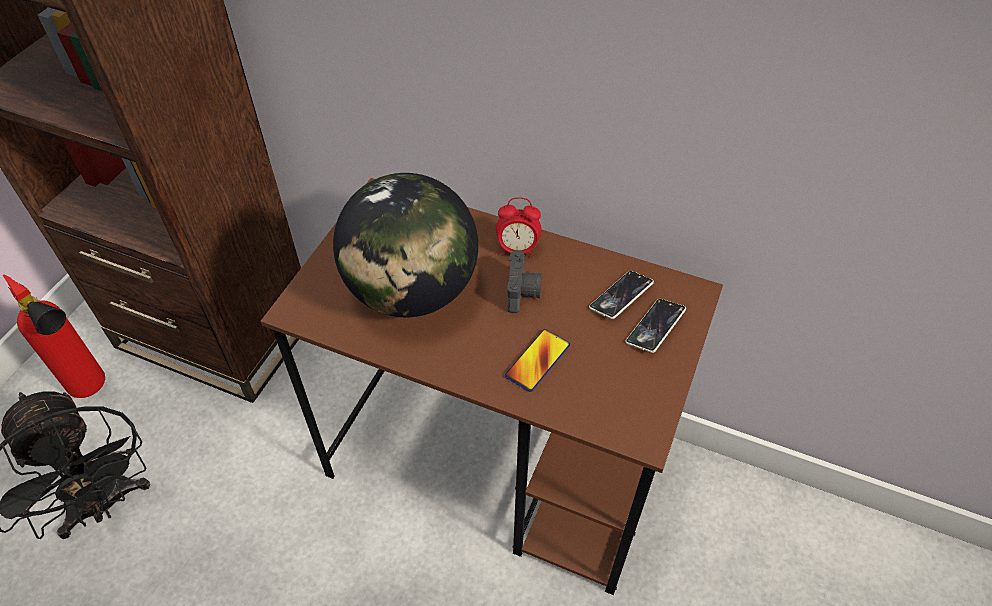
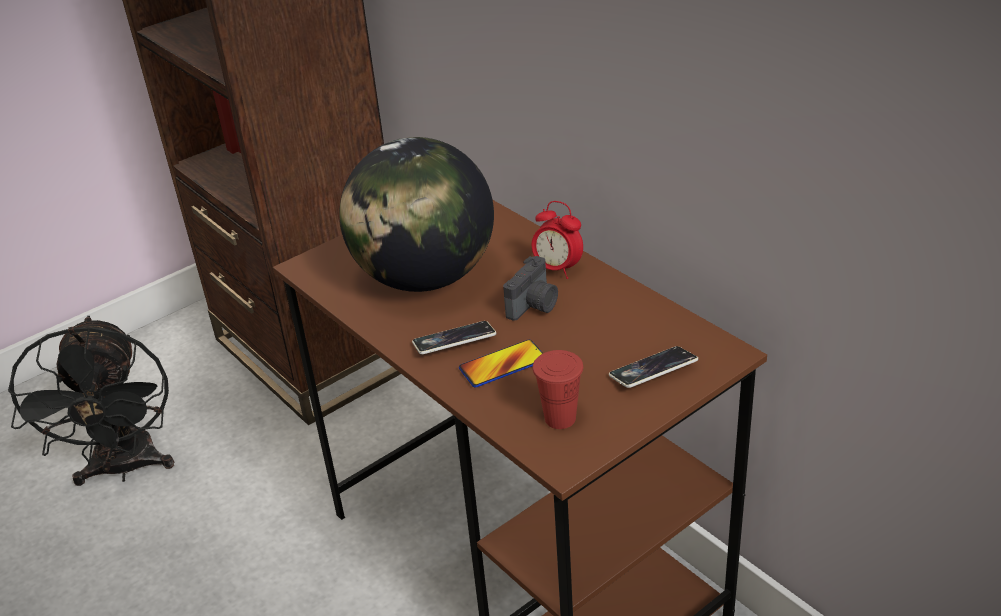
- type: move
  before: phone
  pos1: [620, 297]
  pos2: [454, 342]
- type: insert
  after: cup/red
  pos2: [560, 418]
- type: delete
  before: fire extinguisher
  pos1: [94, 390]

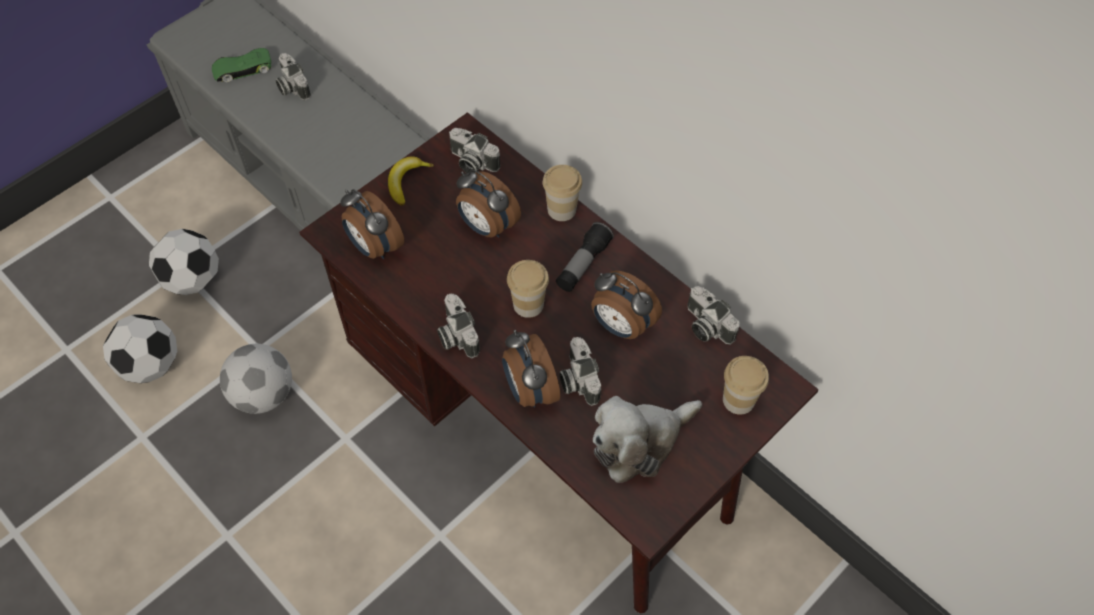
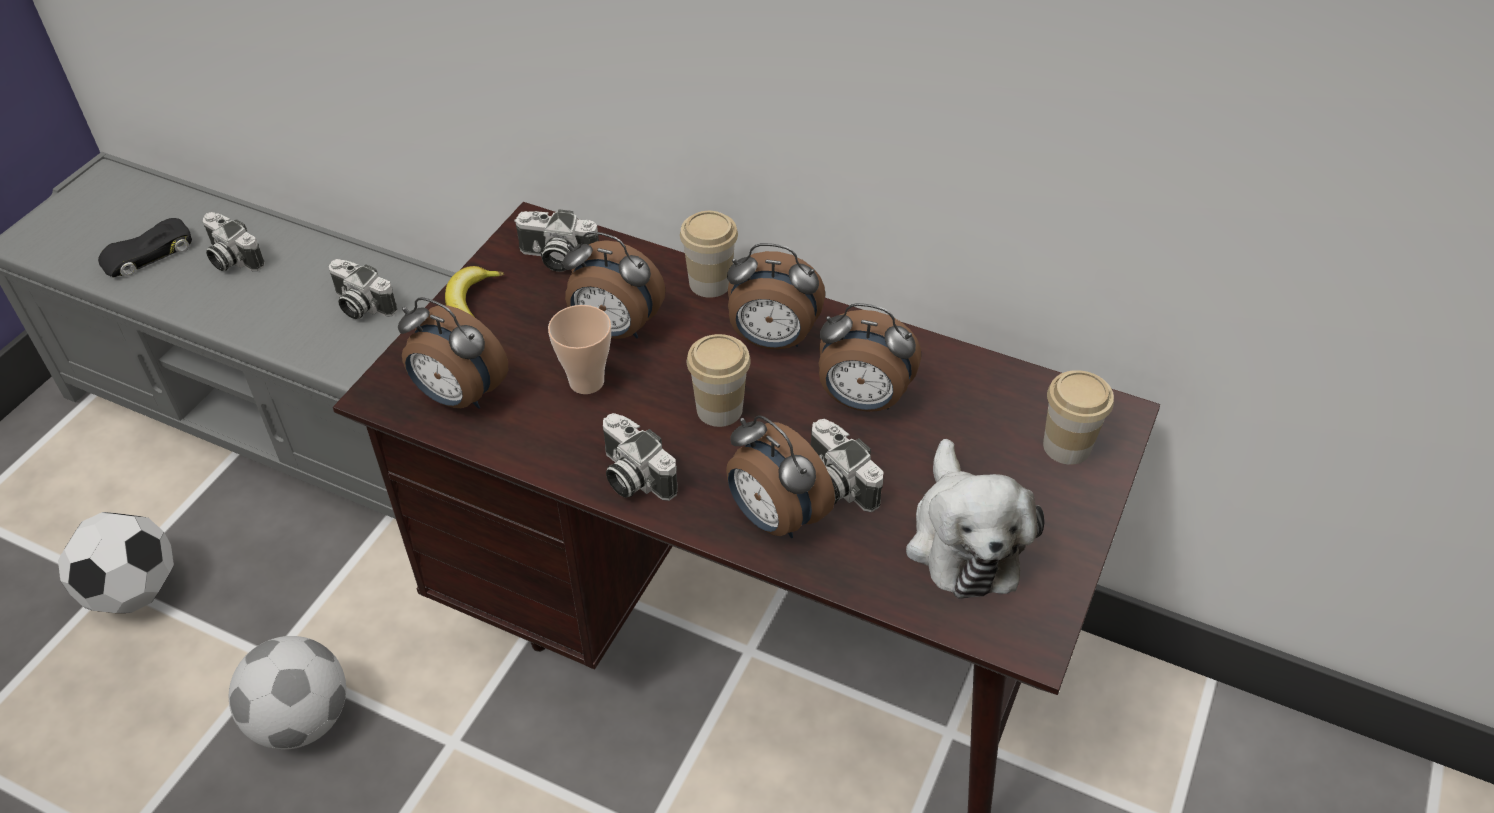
- type: recolor
  before: toy car/green
  after: toy car/black
  pos1: [242, 69]
  pos2: [147, 254]
- type: move
  before: photo camera
  pos1: [705, 326]
  pos2: [360, 306]
- type: insert
  after: cup
  pos2: [586, 382]
- type: replace
  before: flashlight
  after: alarm clock
  pos1: [583, 264]
  pos2: [772, 340]
- type: rotate
  before: plush toy
  pos1: [639, 442]
  pos2: [963, 539]
  turn: -45
- type: delete
  before: football
  pos1: [151, 365]

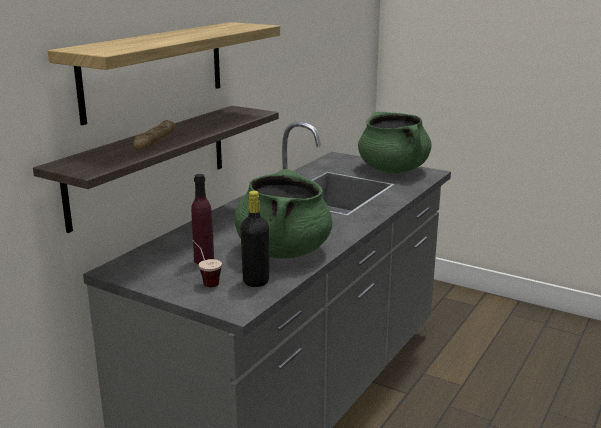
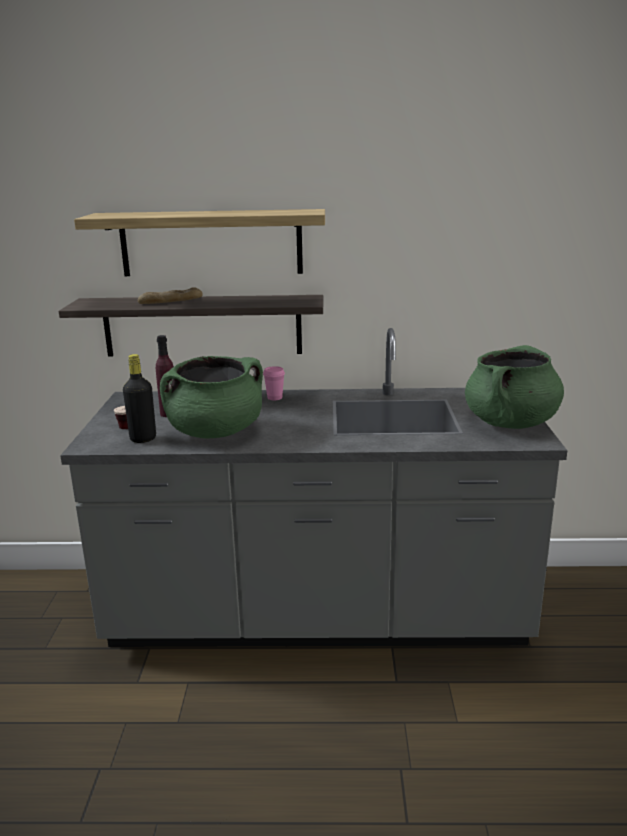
- type: insert
  after: cup/pink
  pos2: [274, 398]

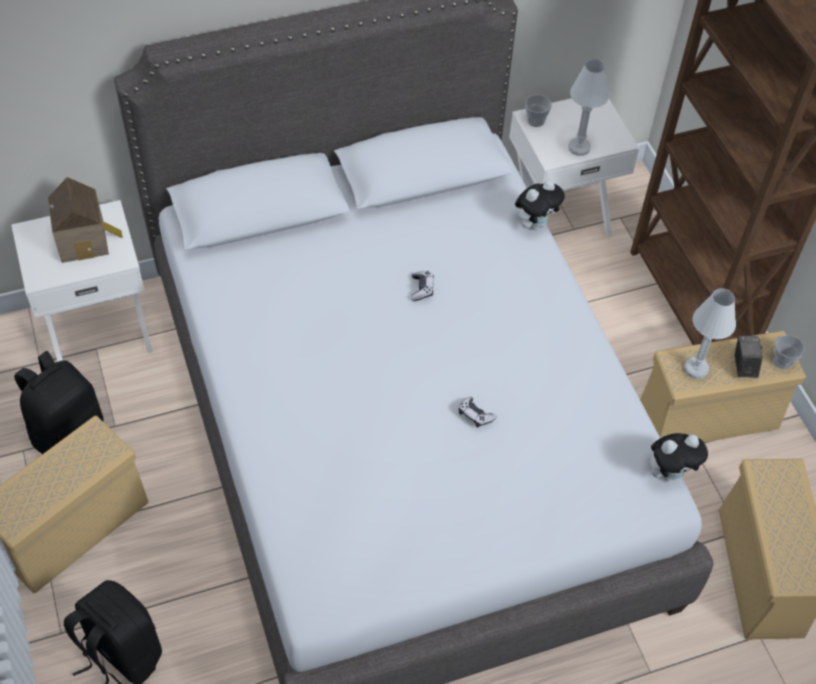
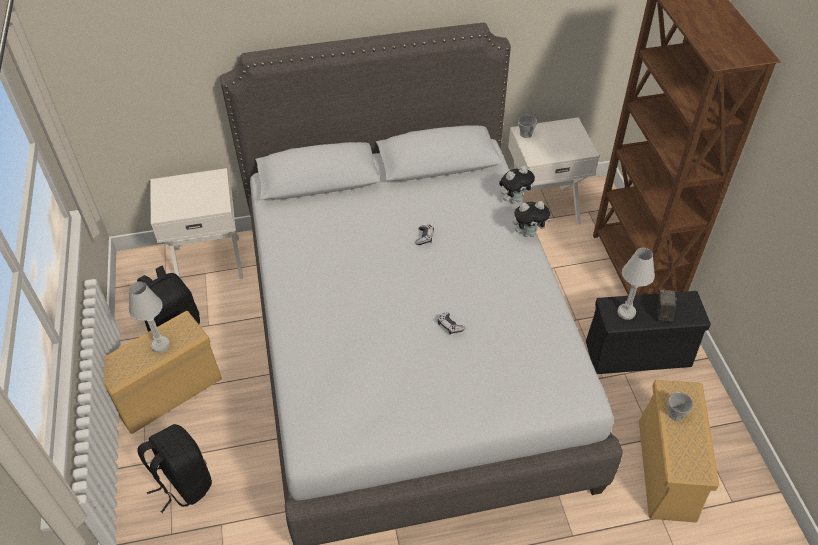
- type: move
  before: table lamp/white
  pos1: [579, 148]
  pos2: [160, 345]
- type: move
  before: plush toy
  pos1: [670, 473]
  pos2: [529, 233]
- type: recolor
  before: storage box/beige
  after: storage box/black
  pos1: [706, 418]
  pos2: [636, 354]
- type: move
  before: cup
  pos1: [782, 361]
  pos2: [675, 413]
- type: delete
  before: toy house
  pos1: [85, 240]

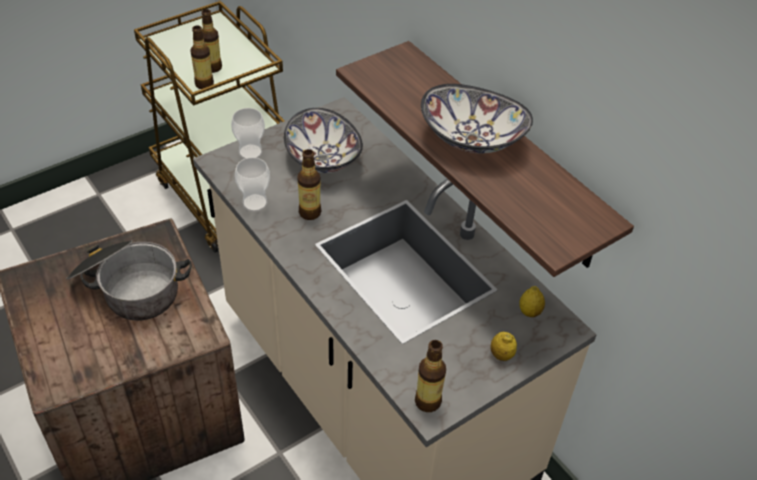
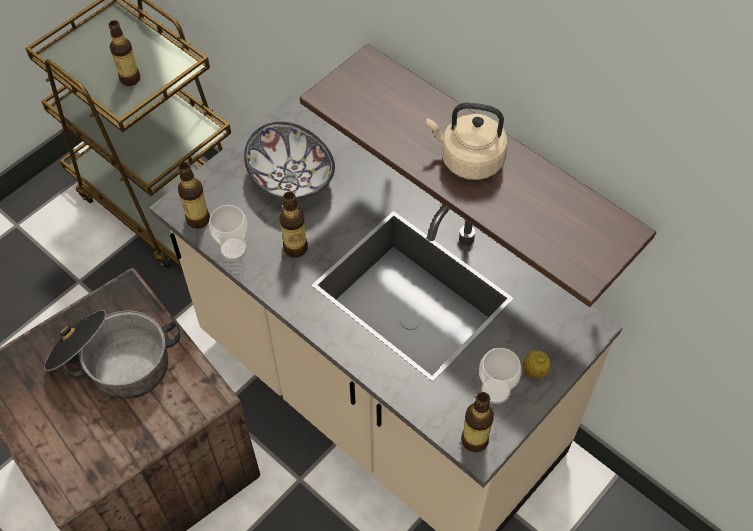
- type: move
  before: bottle
  pos1: [204, 84]
  pos2: [198, 219]
- type: replace
  before: bowl
  after: kettle/beige
  pos1: [471, 139]
  pos2: [468, 160]
- type: move
  before: cup
  pos1: [250, 152]
  pos2: [495, 390]
- type: delete
  before: lemon
  pos1: [529, 312]

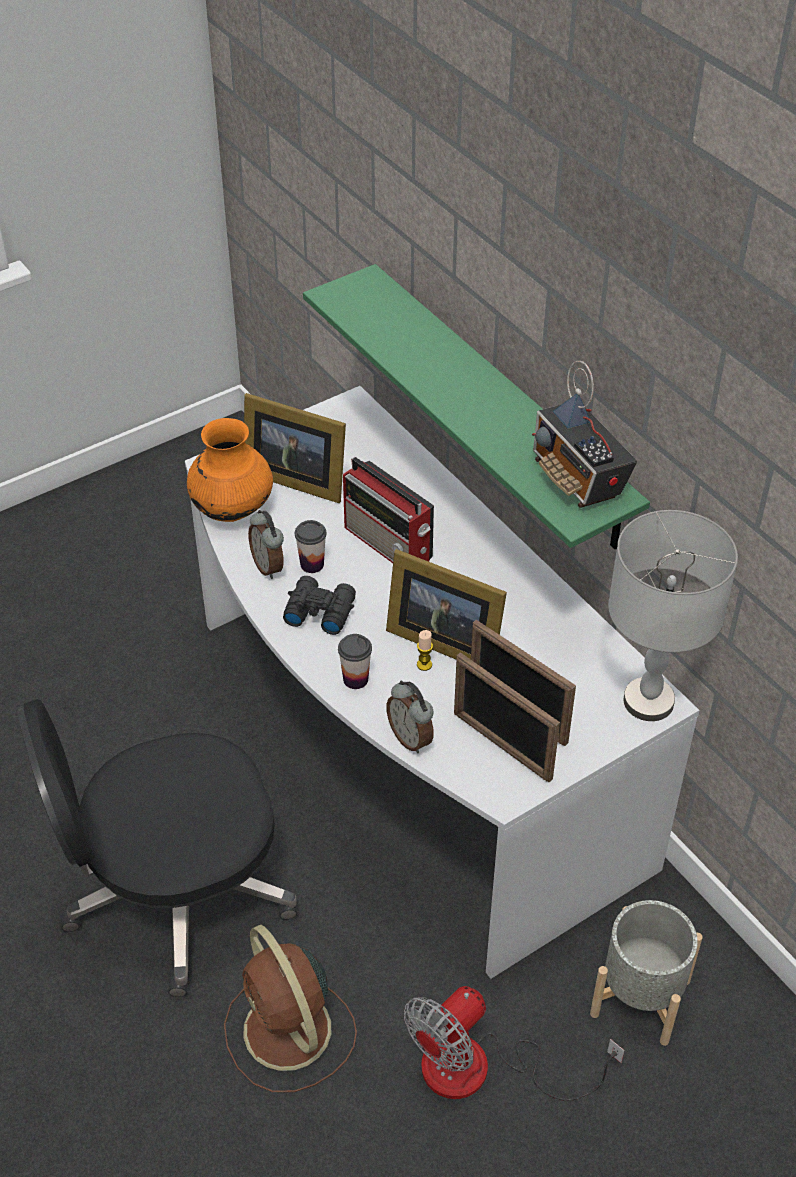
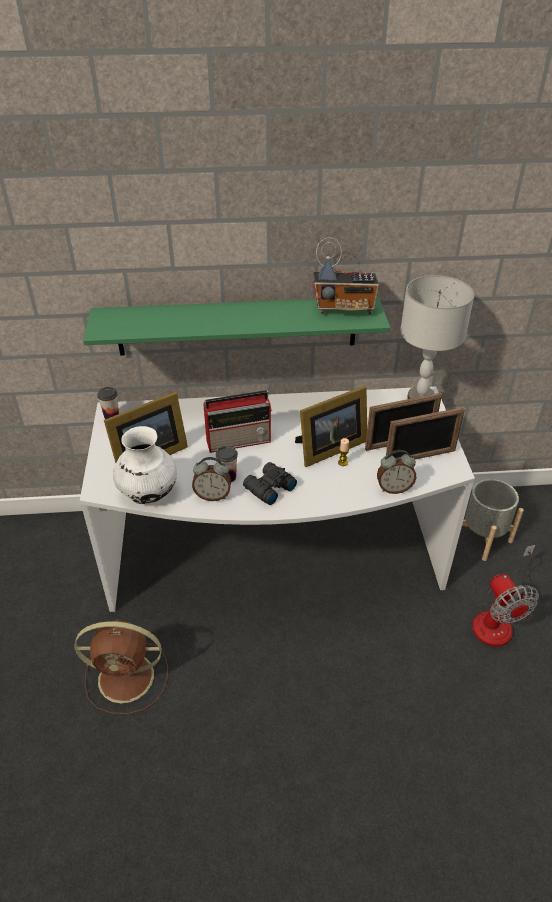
- type: move
  before: fan/brown
  pos1: [289, 1033]
  pos2: [129, 677]
- type: move
  before: cup
  pos1: [355, 679]
  pos2: [111, 416]
- type: recolor
  before: vase/orange
  after: vase/white
  pos1: [232, 509]
  pos2: [148, 494]
- type: delete
  before: office chair/black
  pos1: [175, 894]

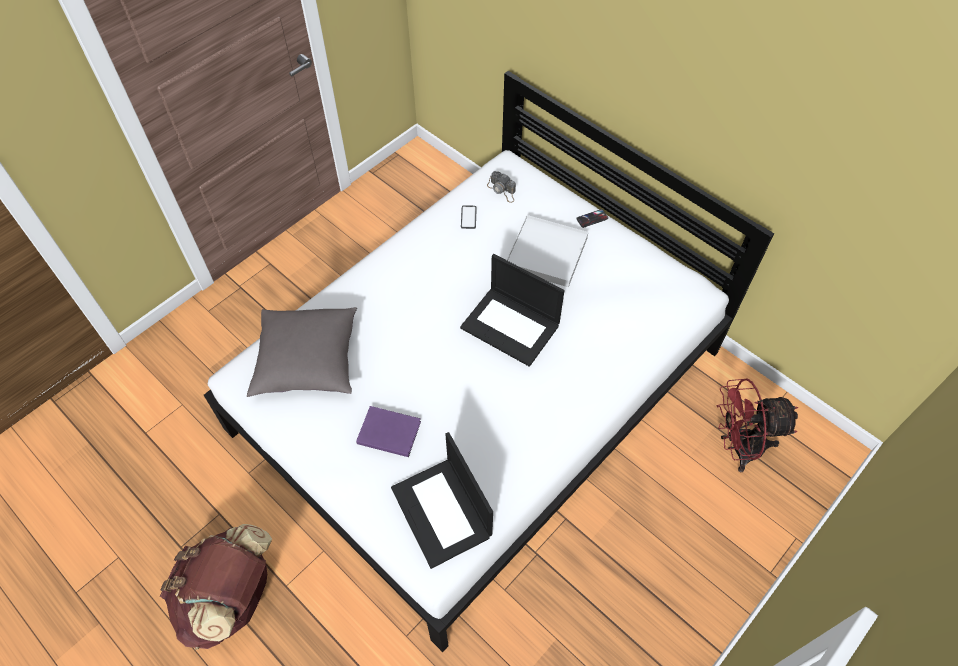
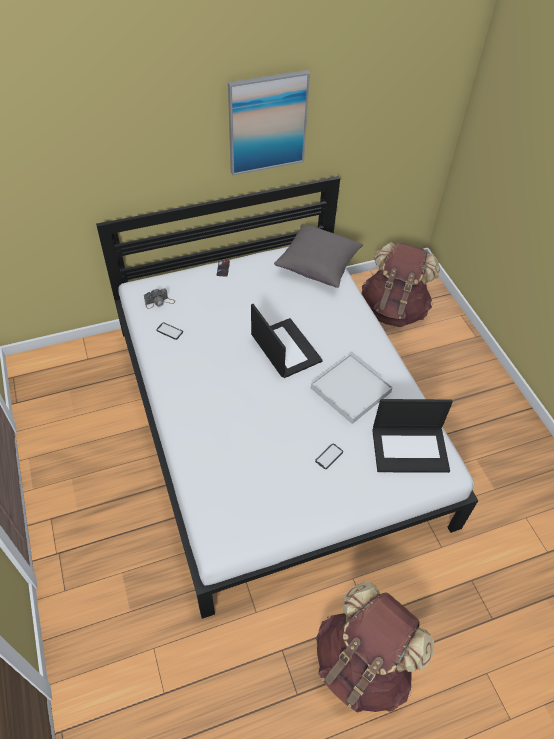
- type: insert
  after: picture
  pos2: [267, 123]
- type: rotate
  before: laptop
  pos1: [511, 326]
  pos2: [284, 348]
  turn: -90
- type: move
  before: pillow/grey
  pos1: [308, 362]
  pos2: [318, 265]
- type: move
  before: tray/white
  pos1: [546, 253]
  pos2: [351, 390]
- type: replace
  before: book/purple
  after: phone
  pos1: [388, 431]
  pos2: [329, 456]
- type: replace
  before: fan/red
  after: backpack/brown
  pos1: [738, 447]
  pos2: [393, 310]

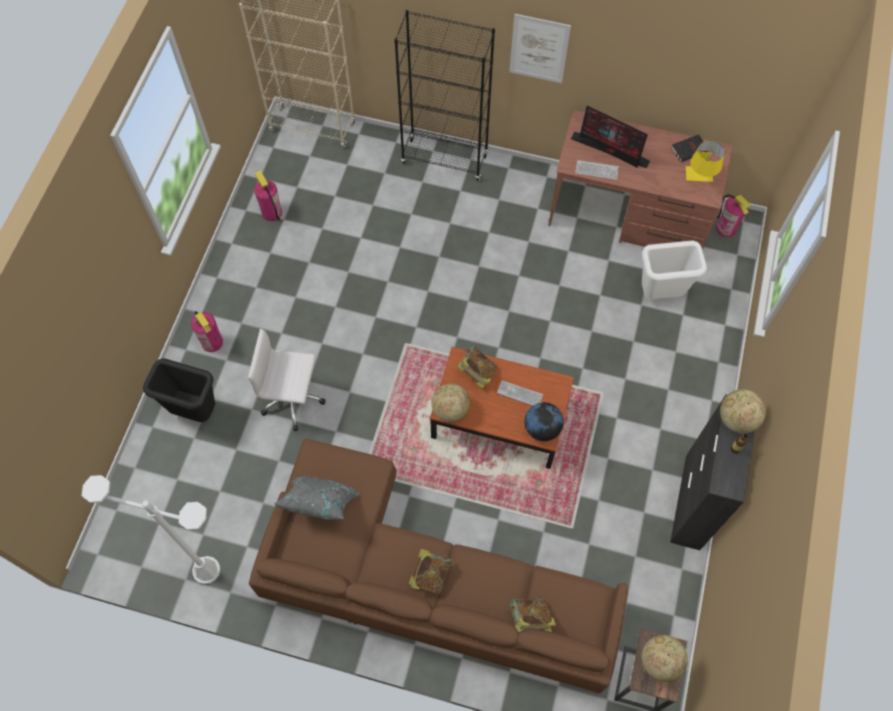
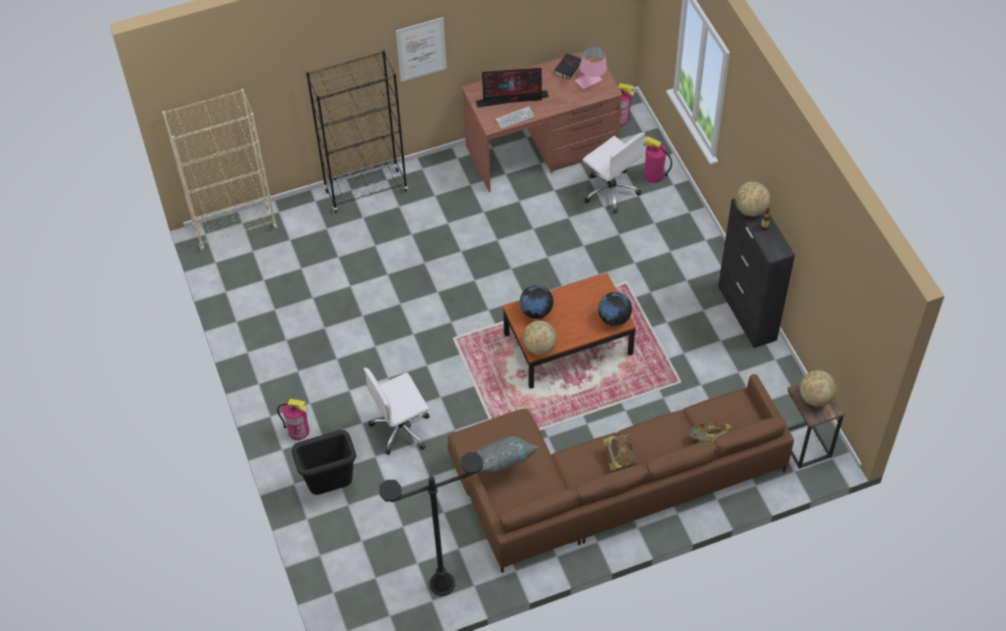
- type: recolor
  before: floor lamp/white
  after: floor lamp/black
  pos1: [206, 570]
  pos2: [442, 584]
- type: replace
  before: book
  after: globe
  pos1: [476, 372]
  pos2: [536, 311]
- type: recolor
  before: table lamp/yellow
  after: table lamp/pink
  pos1: [699, 178]
  pos2: [591, 83]
- type: replace
  before: trash can/white
  after: office chair/white
  pos1: [660, 293]
  pos2: [610, 190]
- type: move
  before: fire extinguisher
  pos1: [271, 212]
  pos2: [653, 175]
- type: delete
  before: keyboard
  pos1: [520, 394]

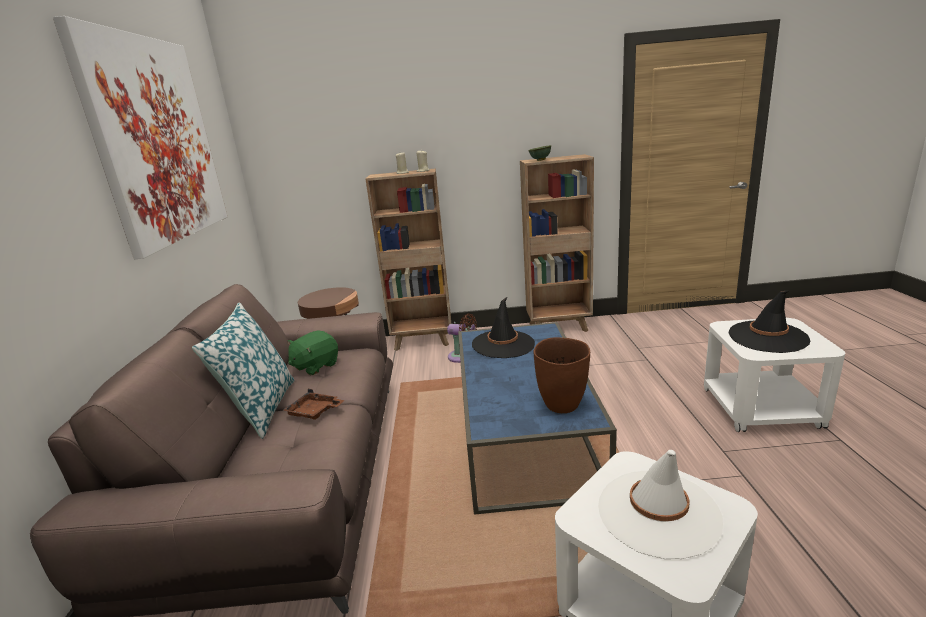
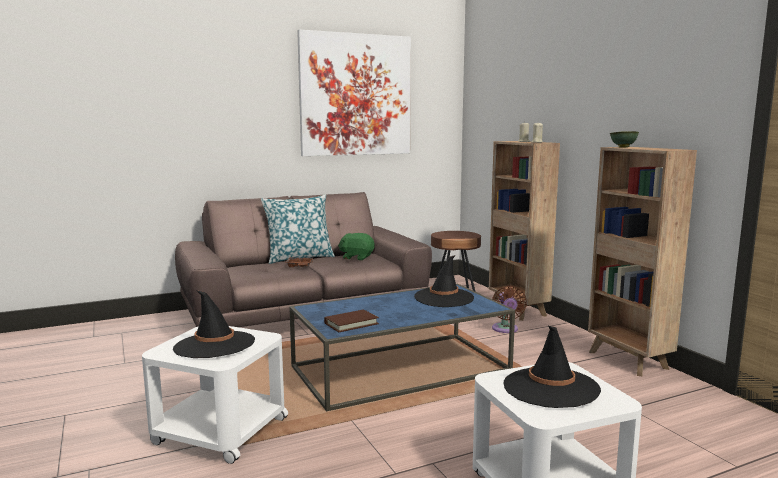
- type: recolor
  before: hat/white
  after: hat/black
  pos1: [658, 513]
  pos2: [214, 345]
- type: replace
  before: vase/brown
  after: book/brown
  pos1: [562, 405]
  pos2: [351, 323]

